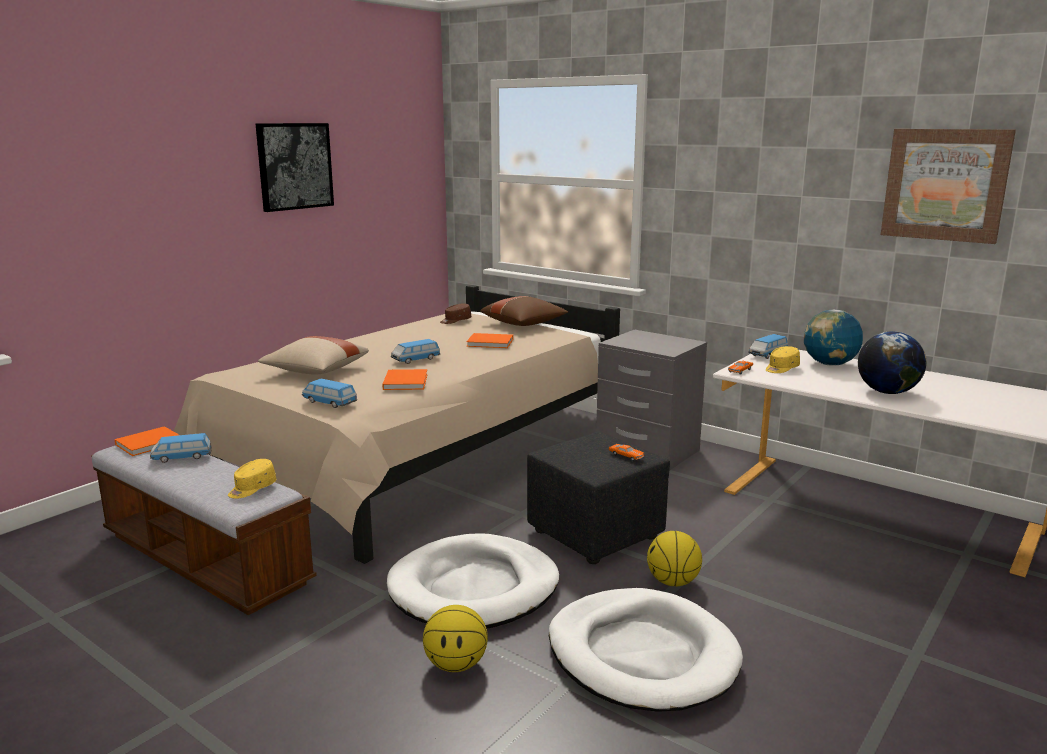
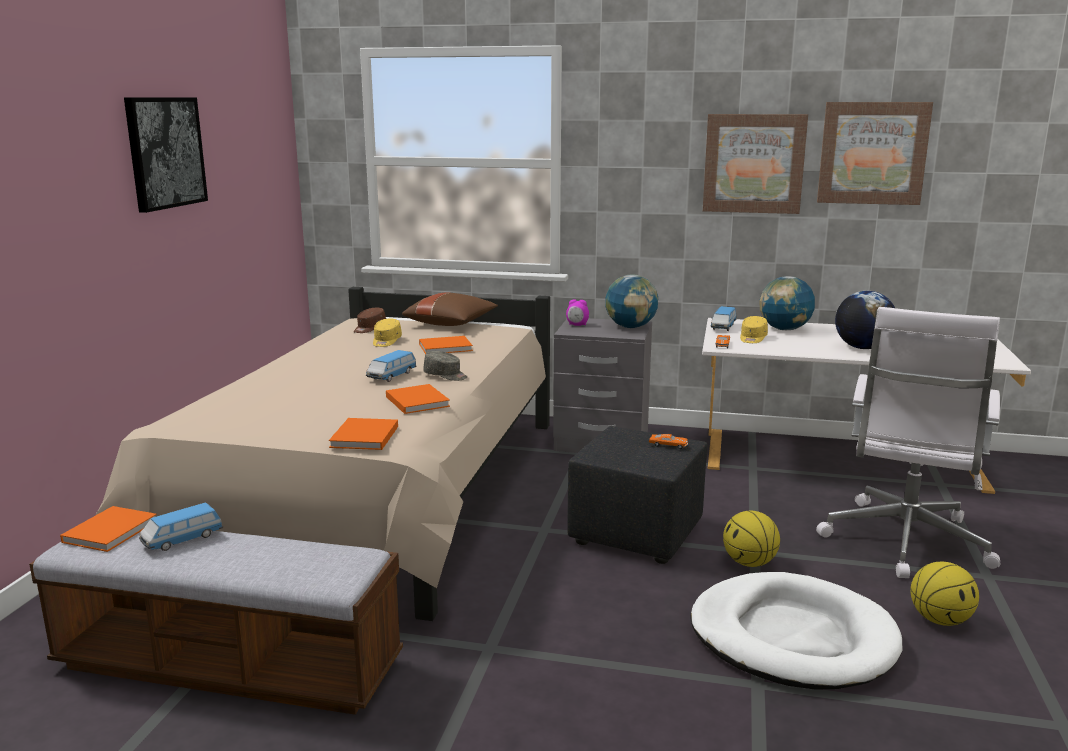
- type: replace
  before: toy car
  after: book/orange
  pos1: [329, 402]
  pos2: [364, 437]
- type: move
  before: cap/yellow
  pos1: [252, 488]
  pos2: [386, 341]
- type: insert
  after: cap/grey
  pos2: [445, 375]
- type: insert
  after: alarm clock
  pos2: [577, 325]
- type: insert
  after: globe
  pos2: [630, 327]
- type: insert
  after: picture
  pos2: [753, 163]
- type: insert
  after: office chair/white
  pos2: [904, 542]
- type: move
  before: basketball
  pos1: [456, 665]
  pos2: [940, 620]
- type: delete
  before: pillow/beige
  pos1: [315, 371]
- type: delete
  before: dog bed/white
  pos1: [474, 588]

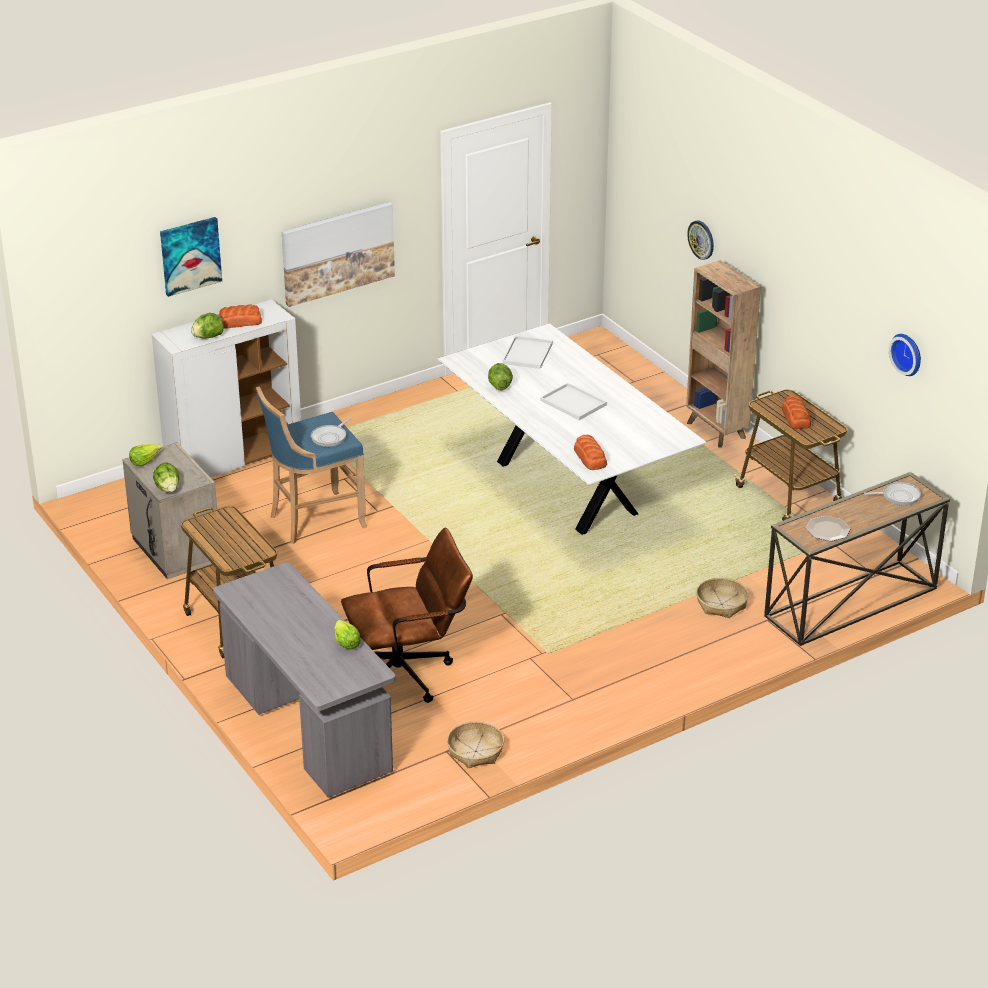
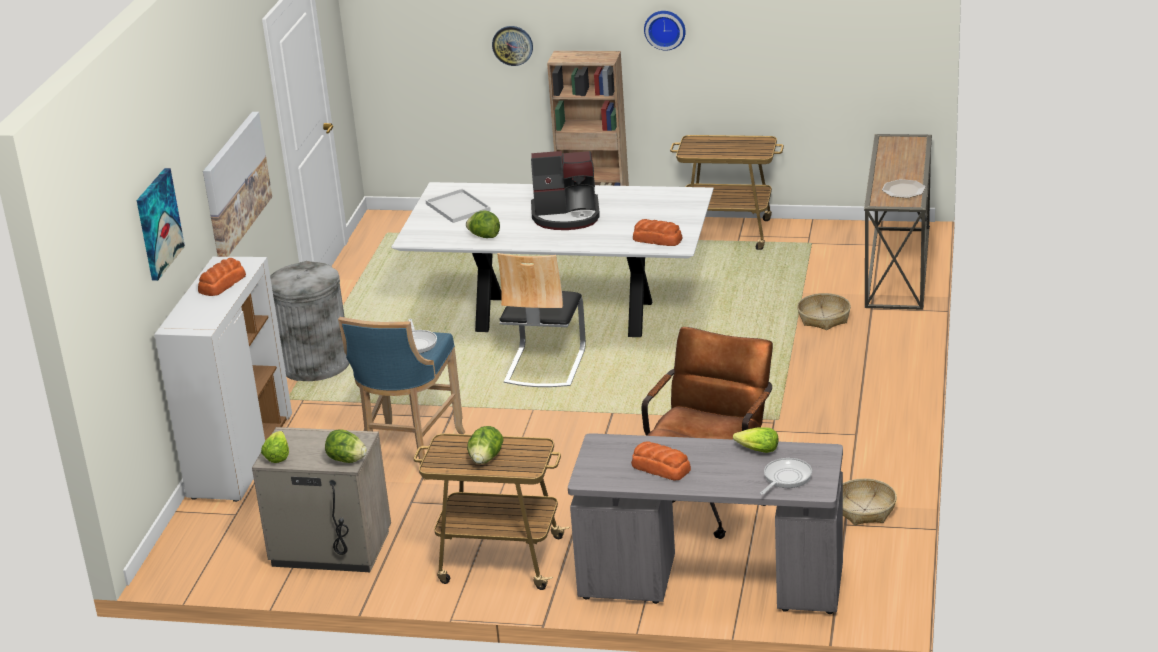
- type: insert
  after: trash can/grey
  pos2: [315, 364]
- type: move
  before: lettuce
  pos1: [208, 337]
  pos2: [485, 459]
- type: insert
  after: chair
  pos2: [544, 366]
- type: replace
  before: tray/white
  after: coffee machine
  pos1: [574, 403]
  pos2: [566, 216]
- type: move
  before: bread
  pos1: [796, 417]
  pos2: [660, 467]
- type: move
  before: wall clock
  pos1: [908, 353]
  pos2: [665, 29]
- type: move
  before: frying pan
  pos1: [898, 496]
  pos2: [785, 478]

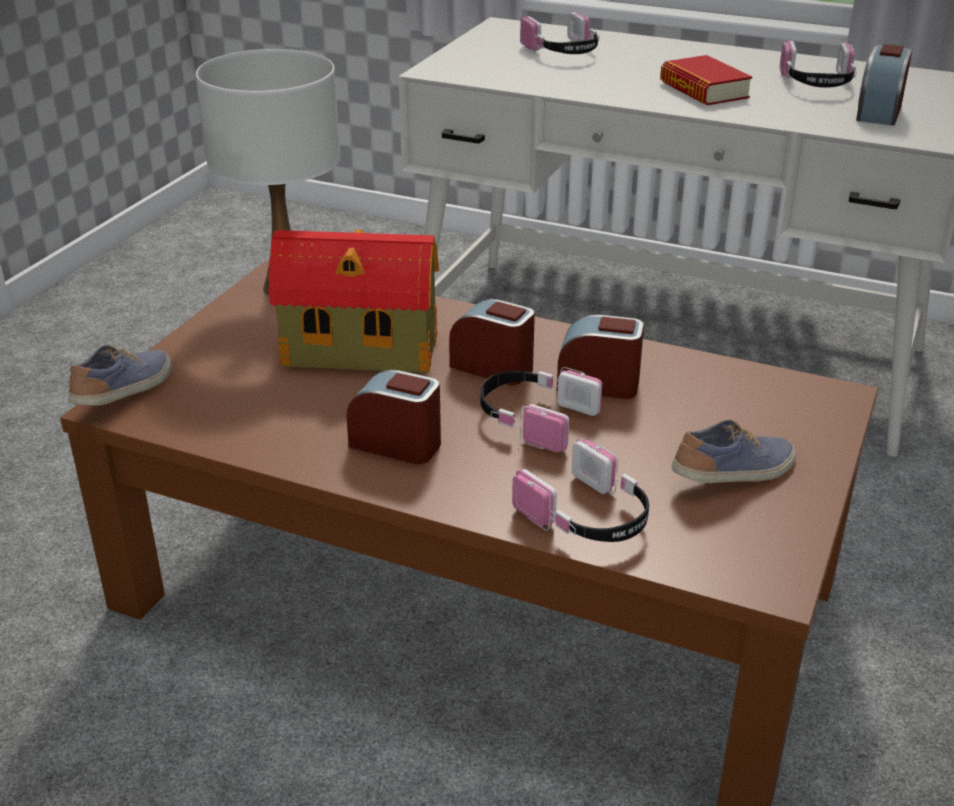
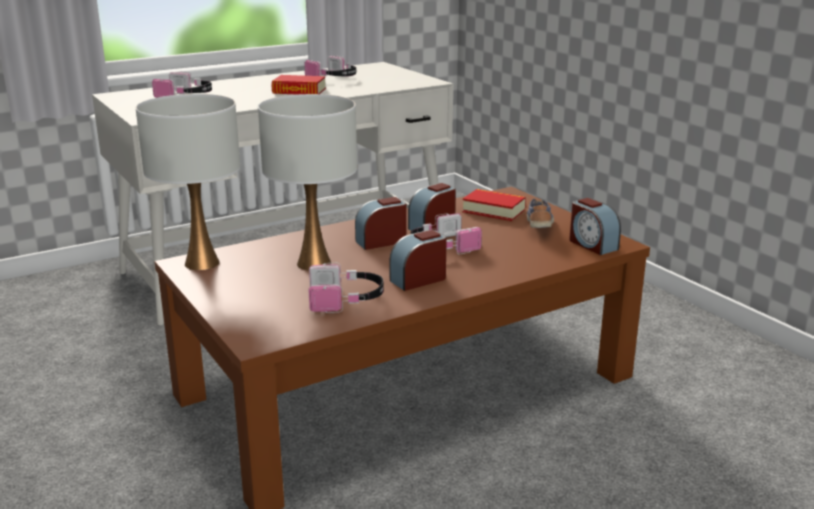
- type: replace
  before: toy house
  after: table lamp/white
  pos1: [364, 352]
  pos2: [314, 263]
- type: move
  before: headphones
  pos1: [588, 517]
  pos2: [346, 299]
- type: insert
  after: book
  pos2: [493, 211]
- type: move
  before: alarm clock
  pos1: [878, 112]
  pos2: [592, 244]
- type: delete
  before: shoe
  pos1: [126, 392]

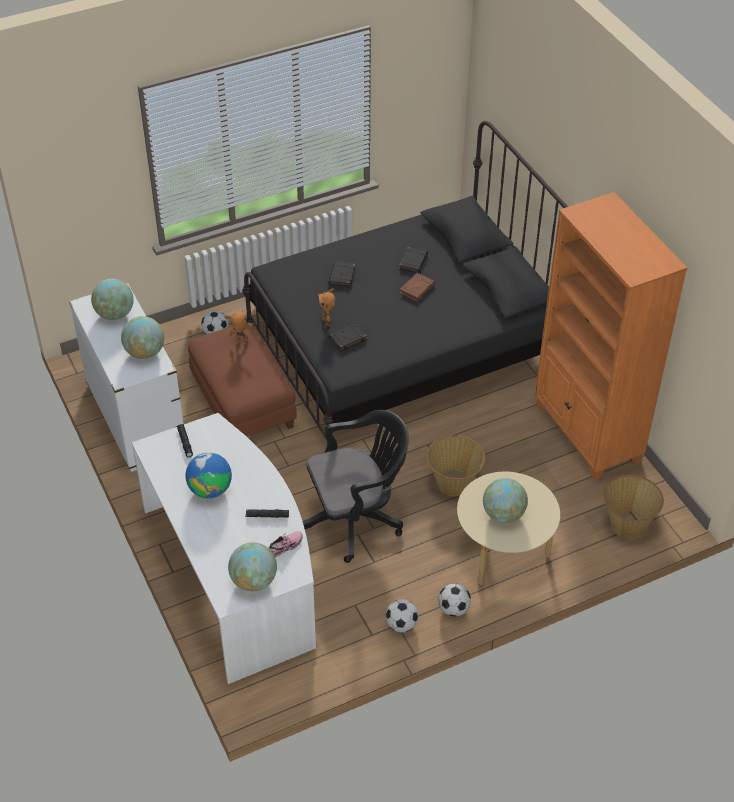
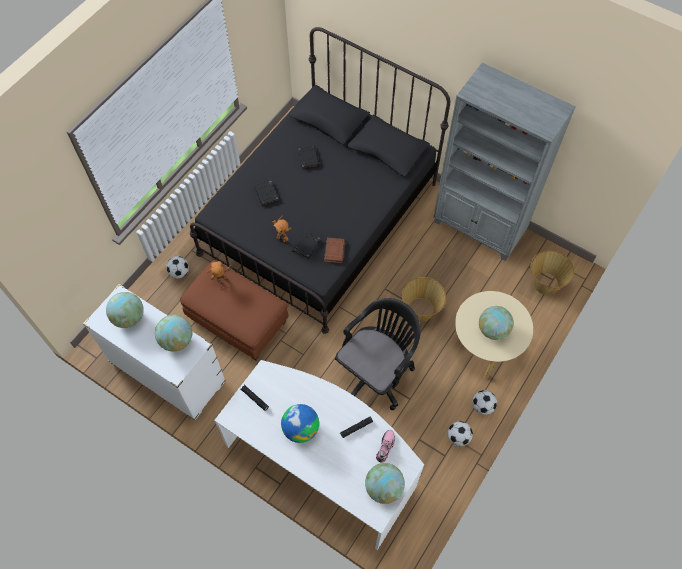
- type: move
  before: book/brown
  pos1: [417, 289]
  pos2: [334, 251]
- type: recolor
  before: bookcase/orange
  after: bookcase/grey
  pos1: [587, 434]
  pos2: [479, 228]

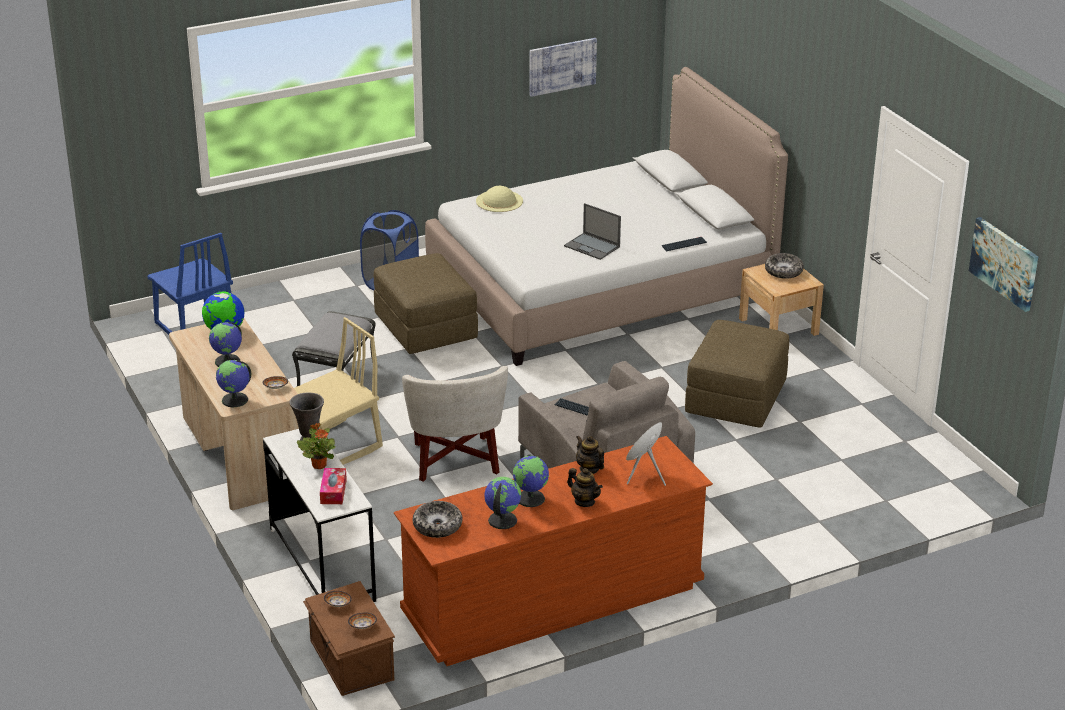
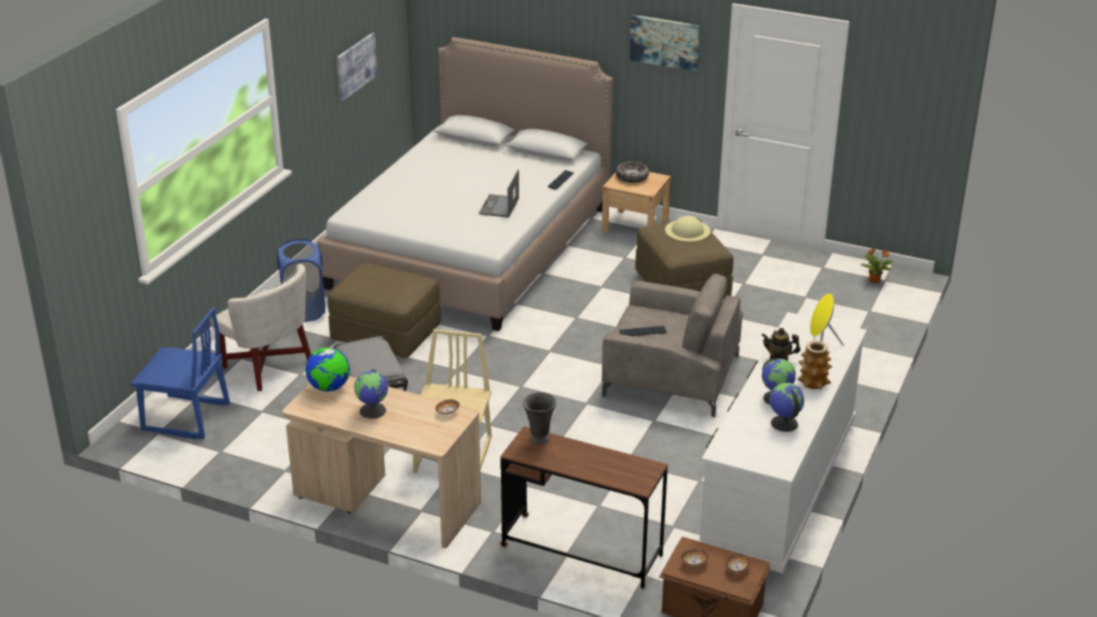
- type: move
  before: armchair/white
  pos1: [455, 459]
  pos2: [267, 365]
- type: rotate
  before: laptop
  pos1: [592, 246]
  pos2: [499, 206]
  turn: 105
- type: recolor
  before: desk/white
  after: desk/brown
  pos1: [321, 565]
  pos2: [581, 551]
- type: move
  before: picture
  pos1: [1004, 263]
  pos2: [665, 42]
- type: move
  before: hat/beige
  pos1: [499, 201]
  pos2: [687, 230]
- type: recolor
  before: dresser/brown
  after: dresser/white
  pos1: [553, 601]
  pos2: [778, 486]
- type: replace
  before: teapot
  after: vase
  pos1: [584, 501]
  pos2: [813, 382]
- type: move
  before: potted plant
  pos1: [319, 465]
  pos2: [874, 280]
- type: delete
  before: globe
  pos1: [235, 400]
- type: delete
  before: tissue box
  pos1: [333, 491]
- type: delete
  before: bowl
  pos1: [437, 526]

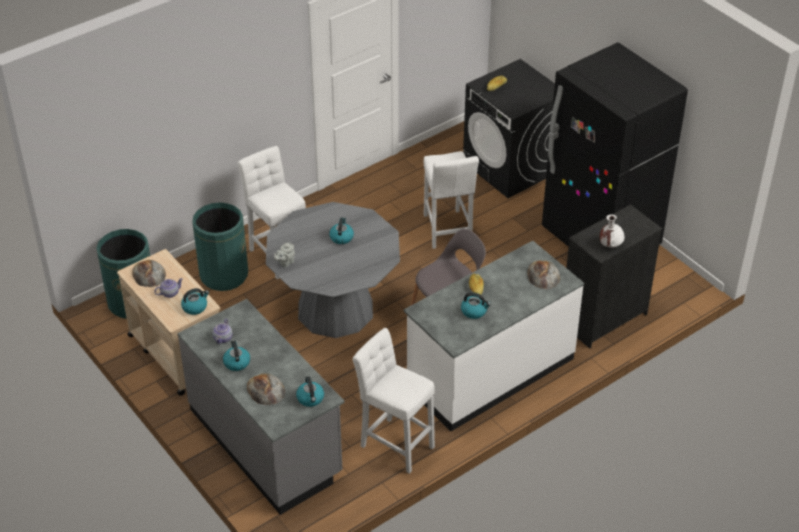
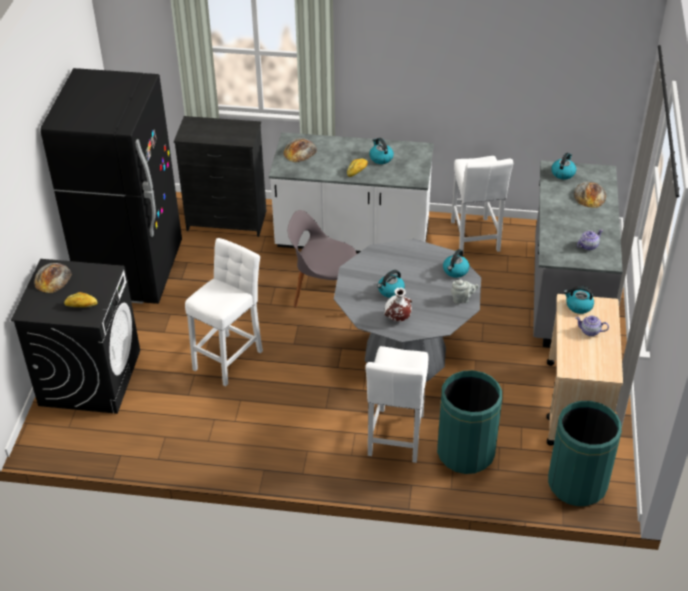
- type: move
  before: bread
  pos1: [148, 274]
  pos2: [52, 278]
- type: move
  before: vase/white
  pos1: [610, 244]
  pos2: [397, 318]
- type: move
  before: kettle
  pos1: [236, 362]
  pos2: [455, 271]

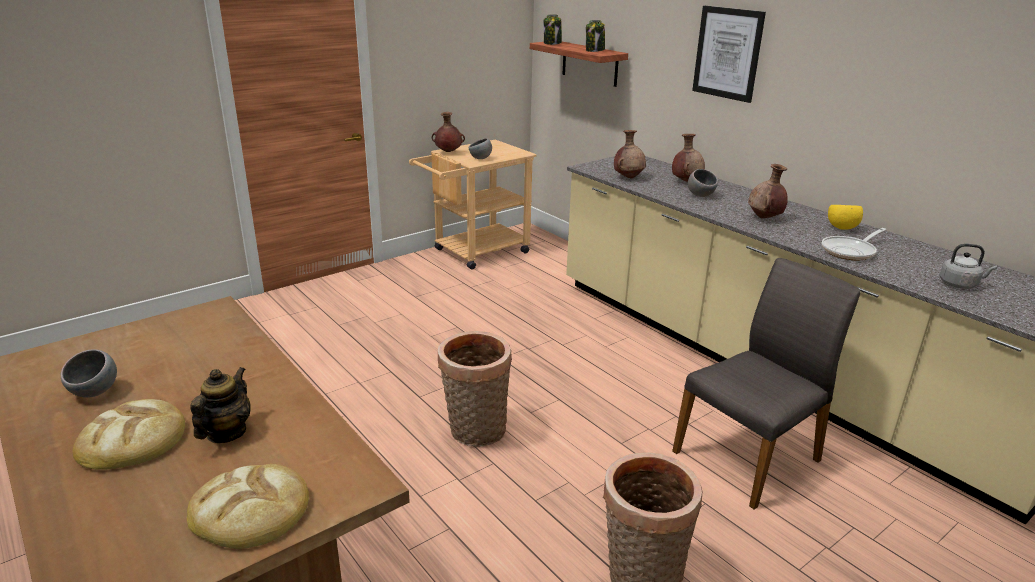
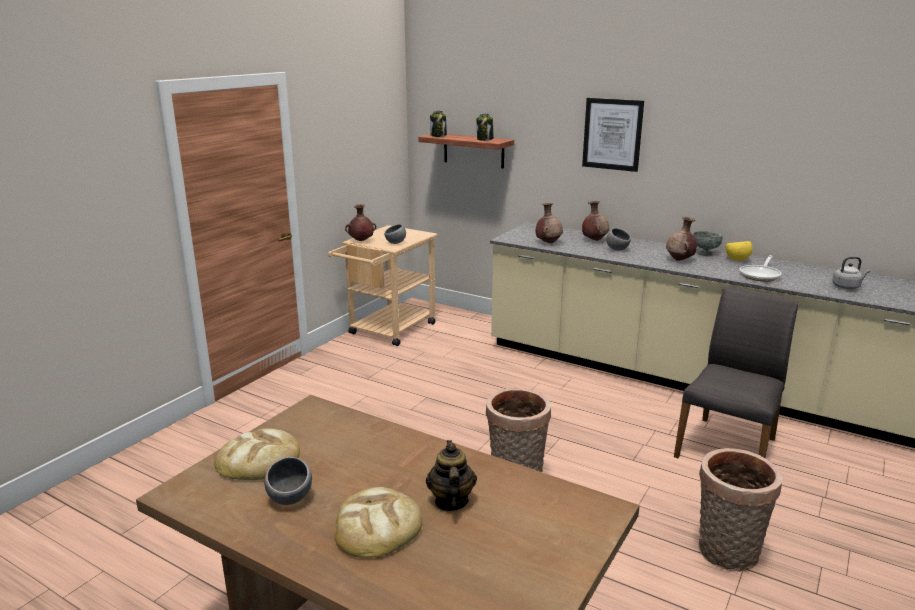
- type: move
  before: bread
  pos1: [251, 510]
  pos2: [259, 460]
- type: insert
  after: bowl/grey
  pos2: [705, 254]

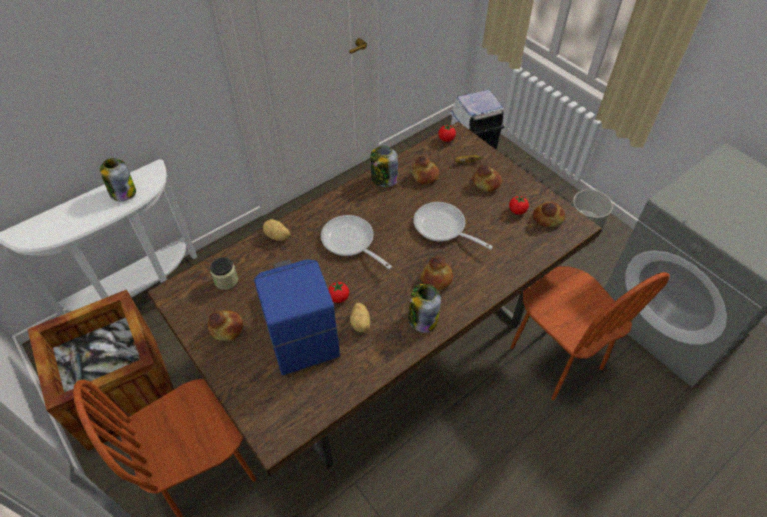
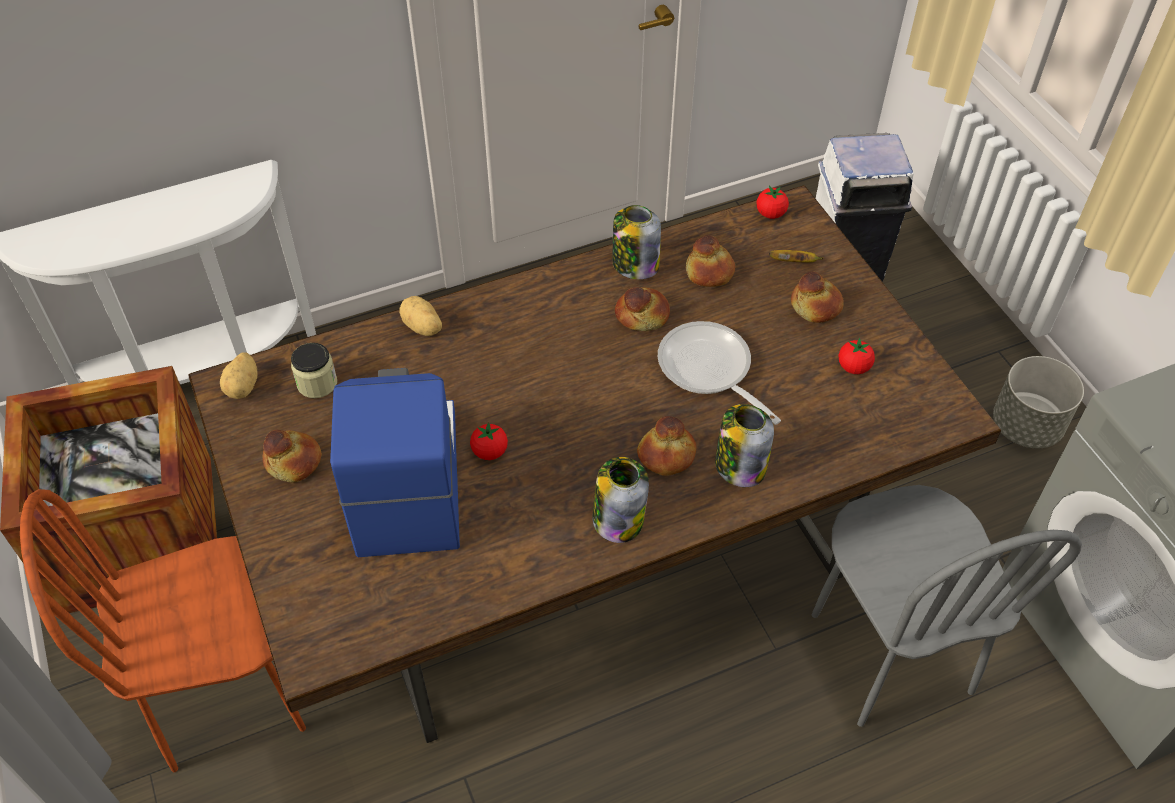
- type: move
  before: potato
  pos1: [361, 323]
  pos2: [244, 386]
- type: move
  before: bread
  pos1: [548, 218]
  pos2: [642, 316]
- type: move
  before: jar
  pos1: [123, 192]
  pos2: [739, 465]
- type: recolor
  before: chair/brown
  after: chair/grey
  pos1: [555, 358]
  pos2: [889, 653]
- type: delete
  before: frying pan
  pos1: [350, 242]

